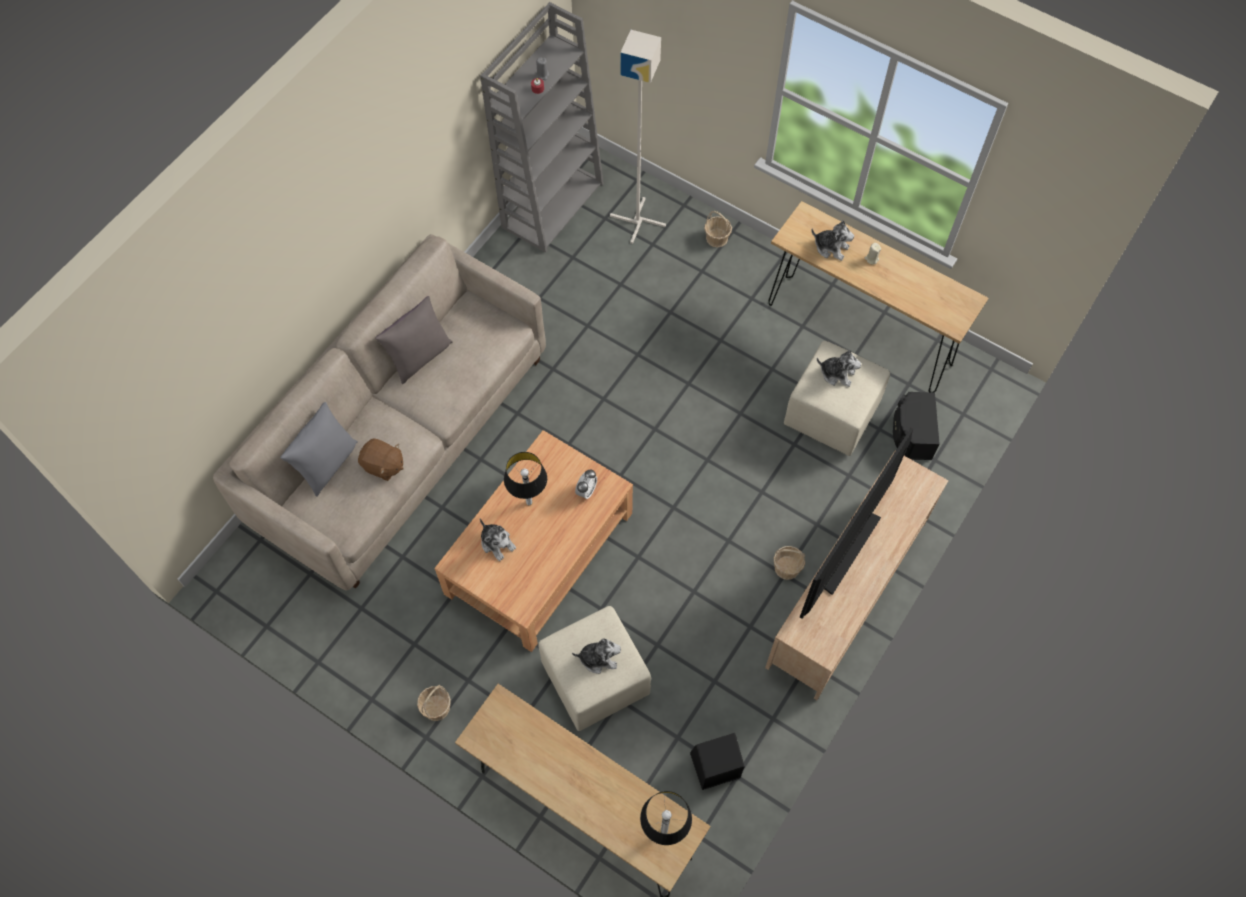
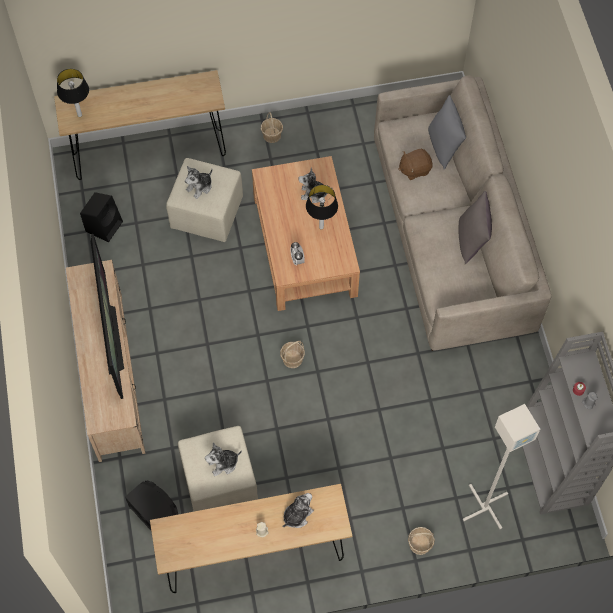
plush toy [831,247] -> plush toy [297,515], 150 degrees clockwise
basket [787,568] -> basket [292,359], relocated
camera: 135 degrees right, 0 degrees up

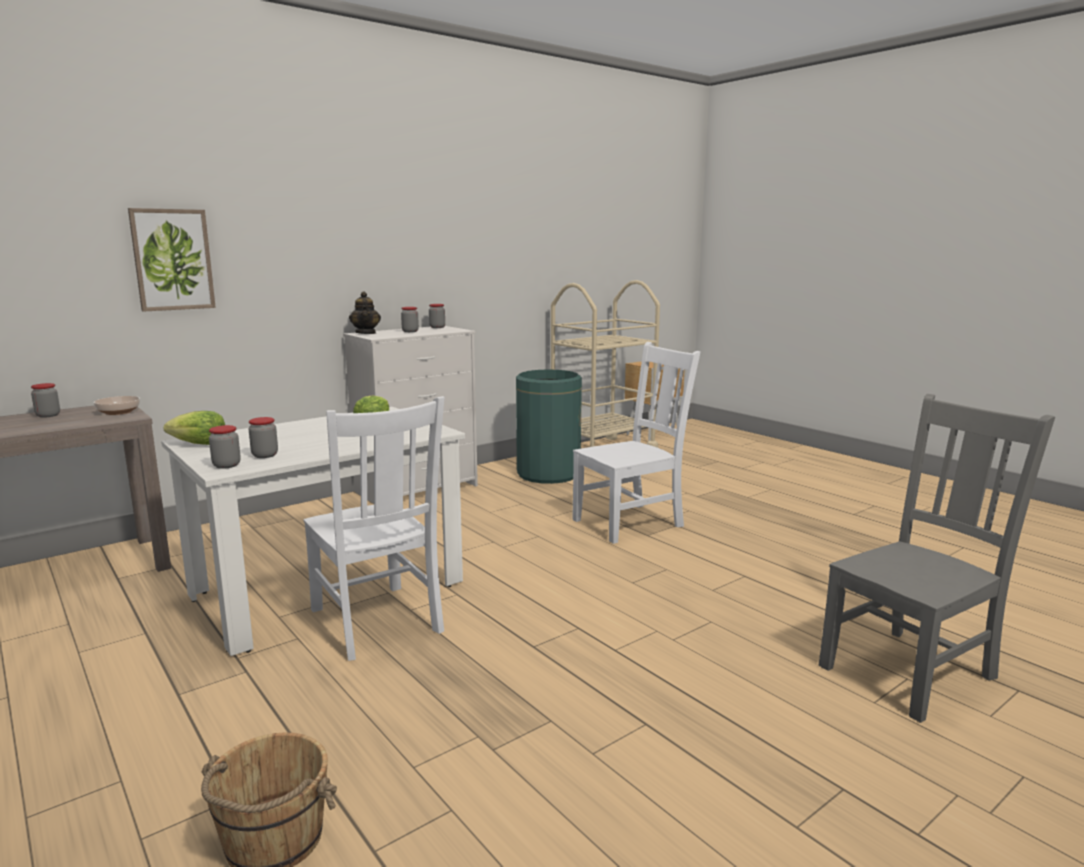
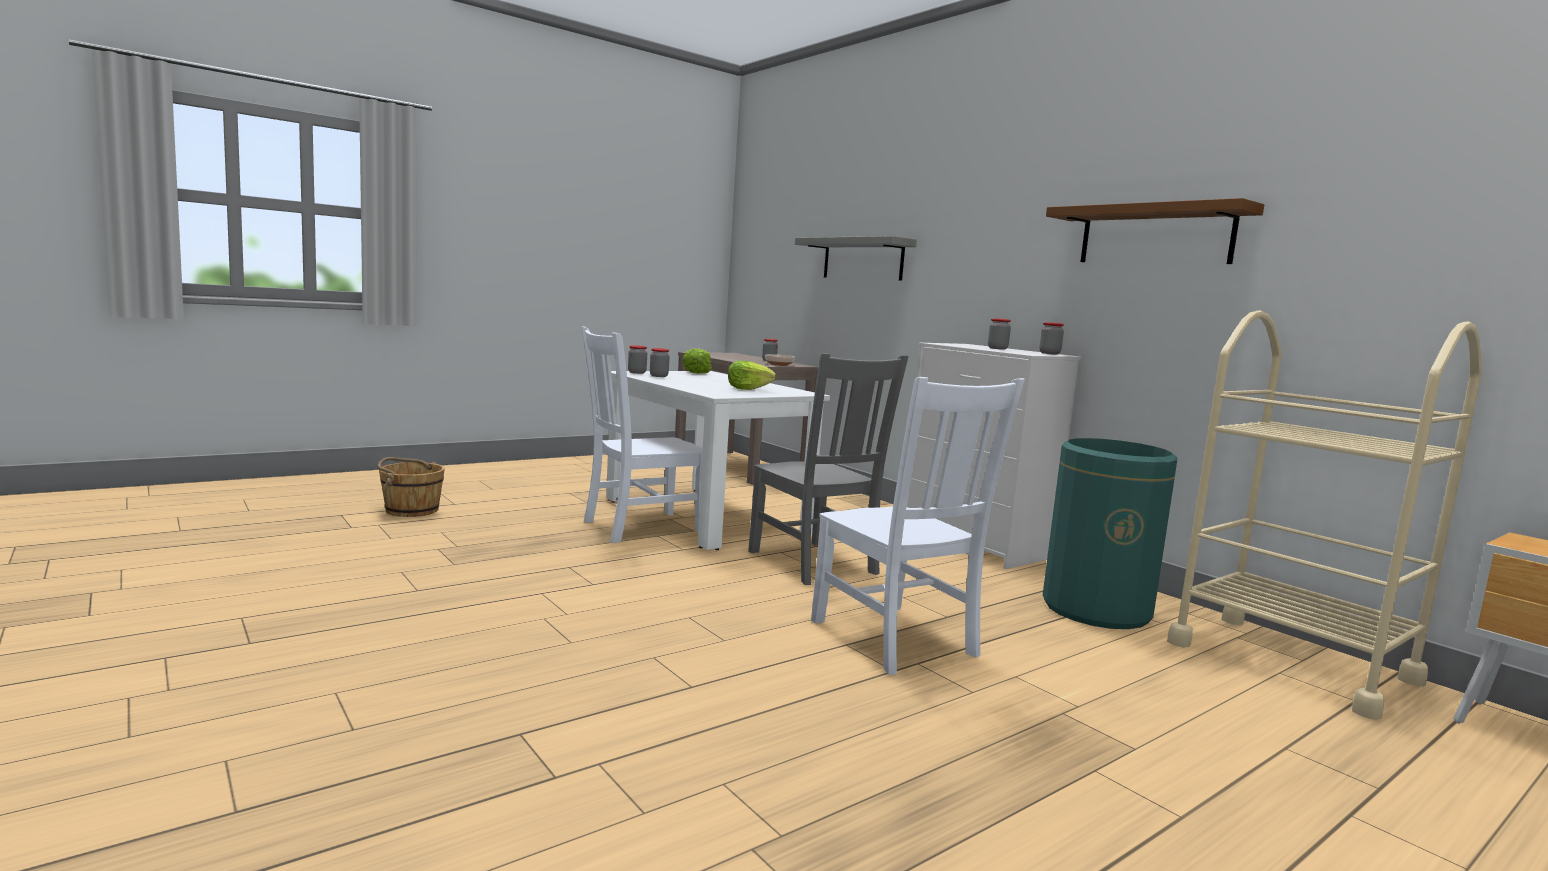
picture [172,260] -> shelf (grey) [862,259]
teapot [366,333] -> none
chair (grey) [911,670] -> chair (grey) [814,564], relocated
none -> shelf (brown) [1155,235]
camera: 90 degrees right, 5 degrees down

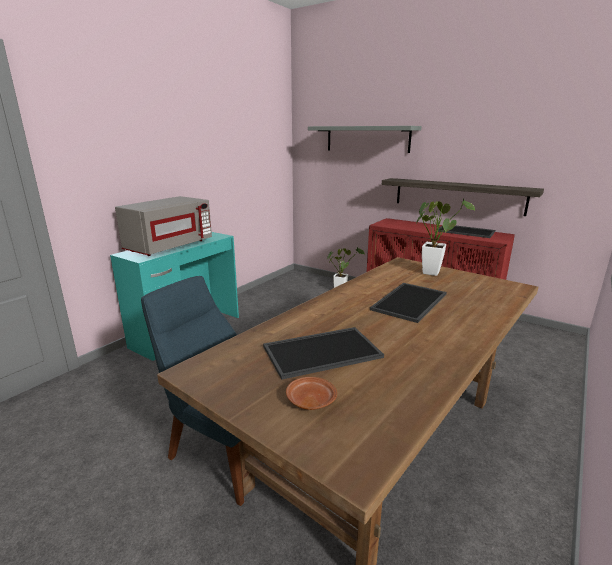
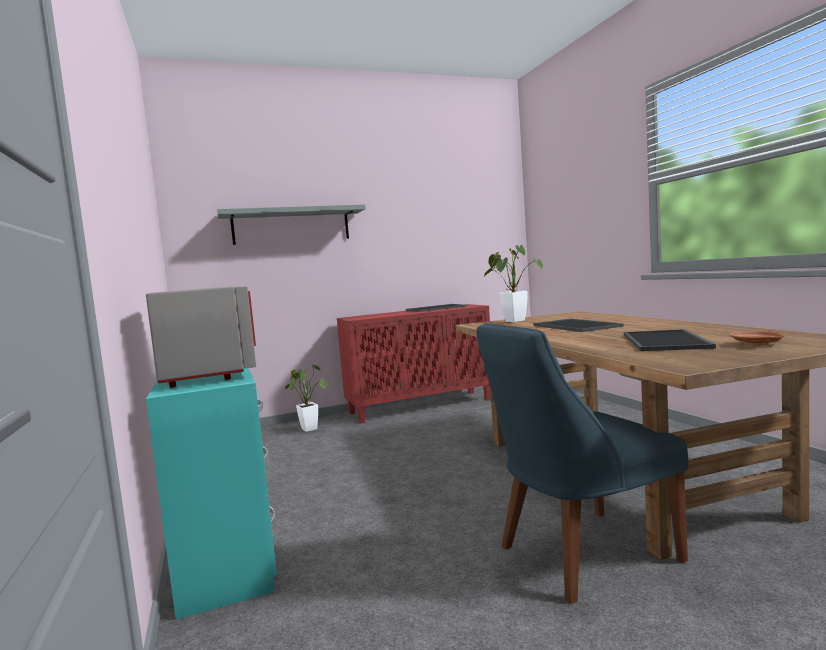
shelf [458,196] -> none
camera: 55 degrees left, 15 degrees down

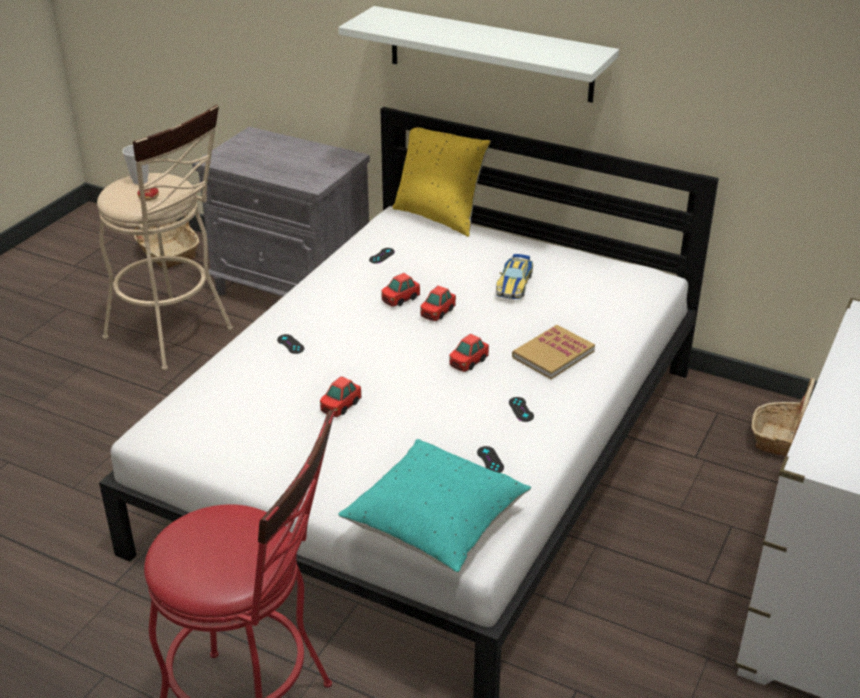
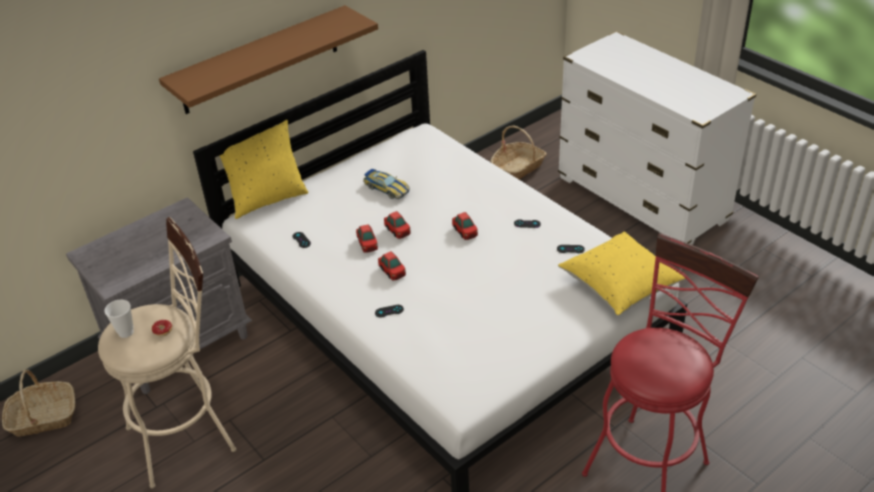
shelf (white) [490,54] -> shelf (brown) [260,60]
book [553,354] -> none
toy car [340,406] -> toy car [392,272], relocated
pillow (turquoise) [436,524] -> pillow (yellow) [619,286]
camera: 65 degrees left, 5 degrees up

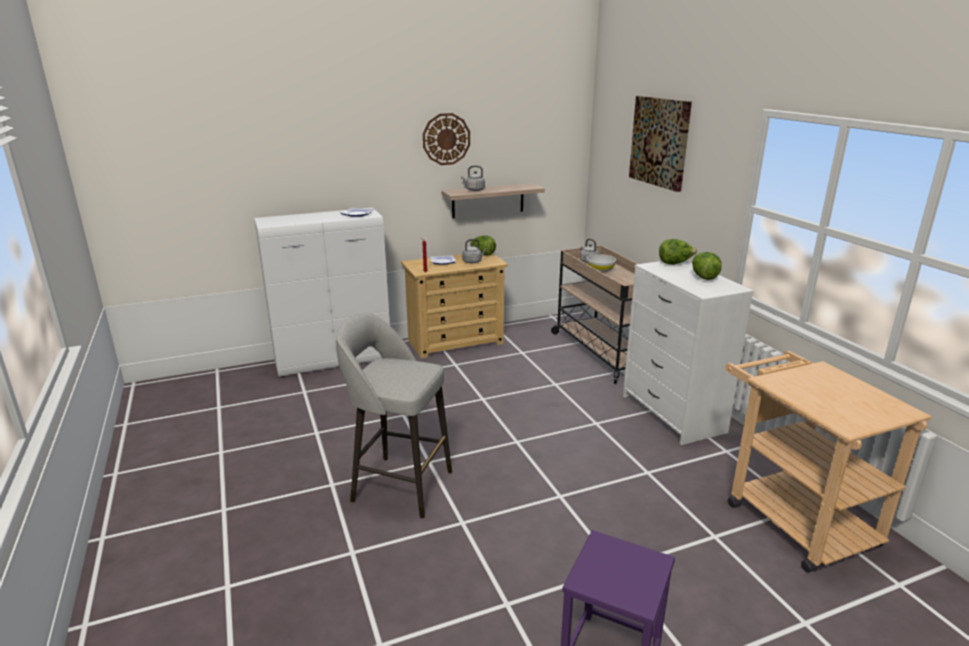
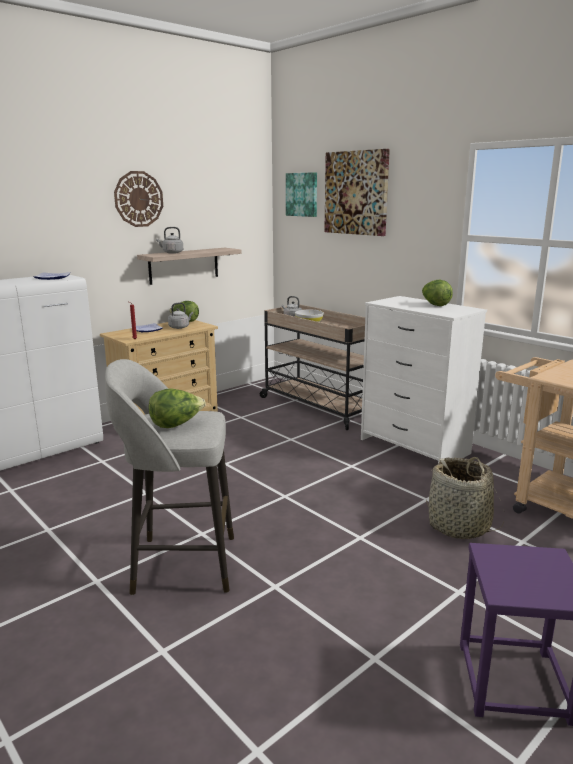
lettuce [675,263] -> lettuce [176,424], relocated
none -> picture [302,194]
none -> basket [459,526]
camera: 20 degrees left, 5 degrees down

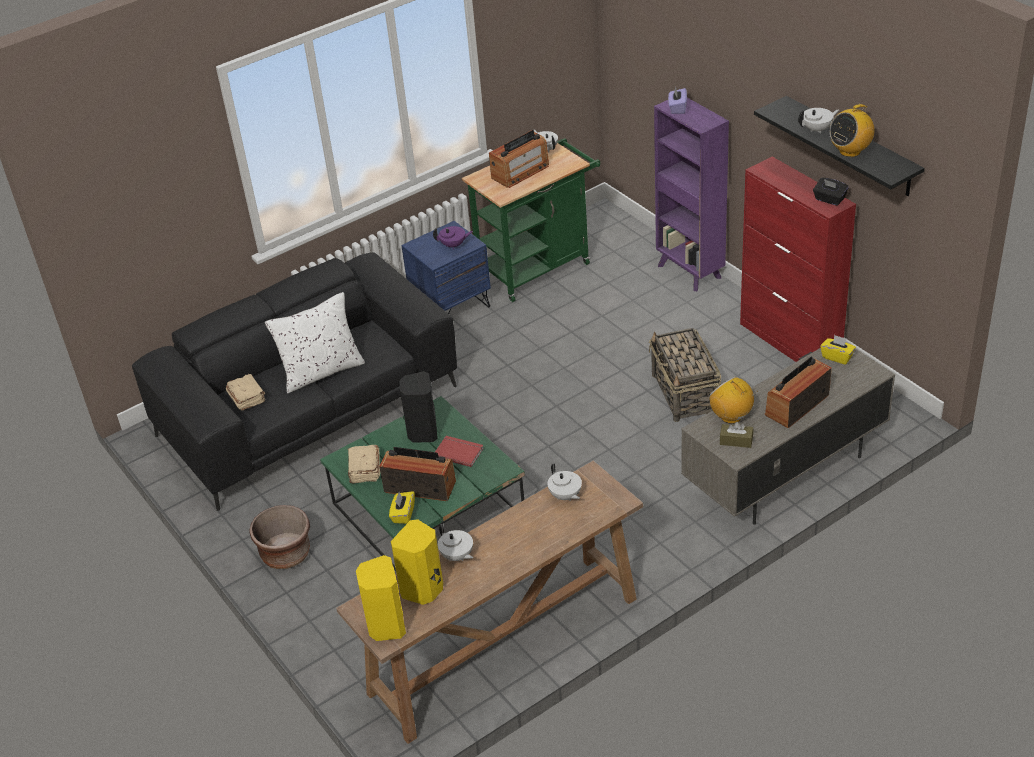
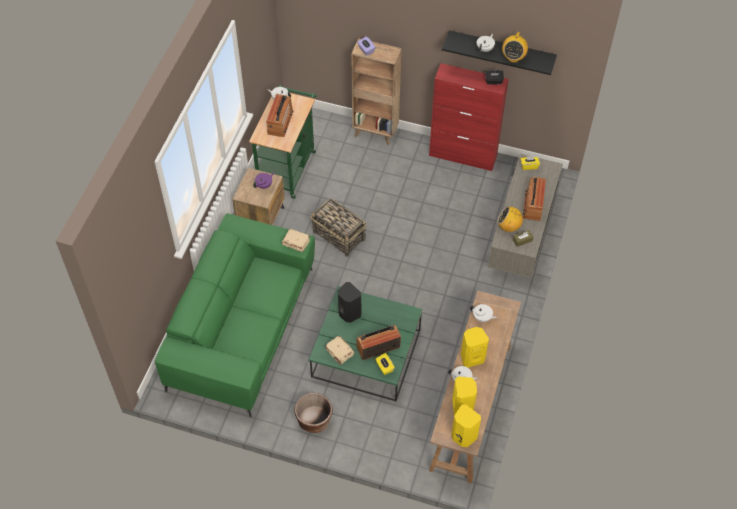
bookcase (purple) [690,272] -> bookcase (brown) [375,133]
nightstand (blue) [451,306] -> nightstand (brown) [261,218]
sofa (black) [308,411] -> sofa (green) [242,328]
pillow (white) [321,371] -> none
basket [685,394] -> basket [339,236], relocated
book (beige) [247,397] -> book (beige) [296,243], relocated
book (red) [459,452] -> none
none -> speaker (yellow) [472,357]
camera: 40 degrees left, 15 degrees up

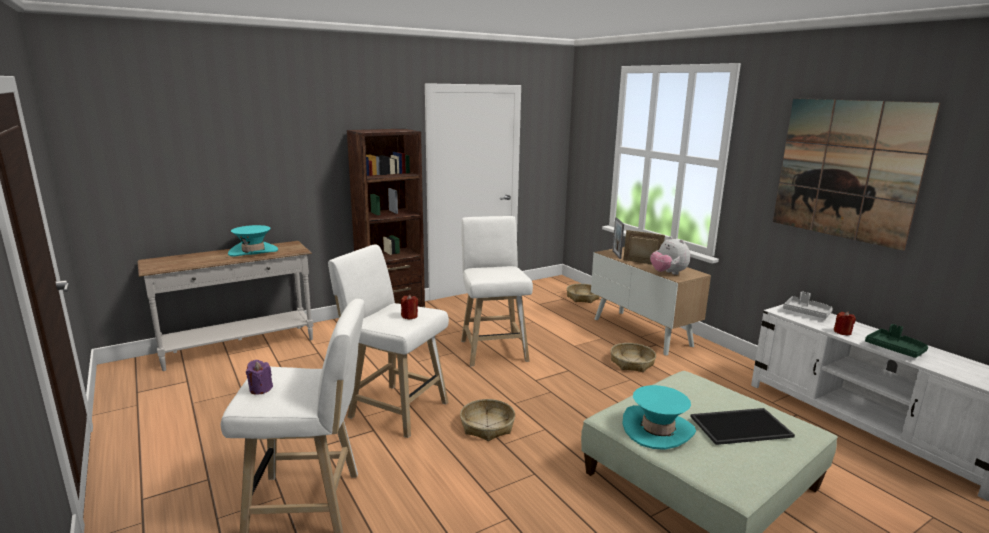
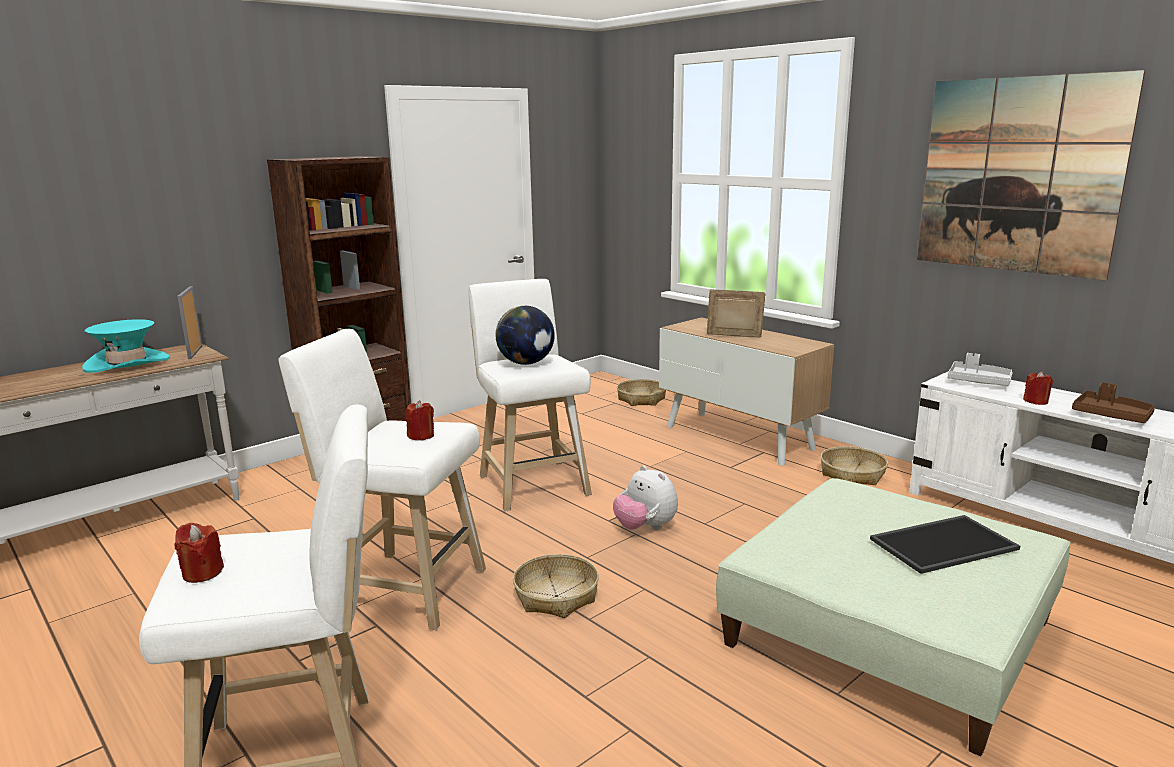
picture frame [616,254] -> picture frame [195,352], relocated
plush toy [668,273] -> plush toy [645,528], relocated
tray (green) [895,349] -> tray (brown) [1111,416]
basket [632,363] -> basket [852,475], relocated
candle (purple) [260,389] -> candle (red) [202,573]
hat (turquoise) [658,429] -> none
none -> globe [526,363]
camera: 10 degrees left, 0 degrees up

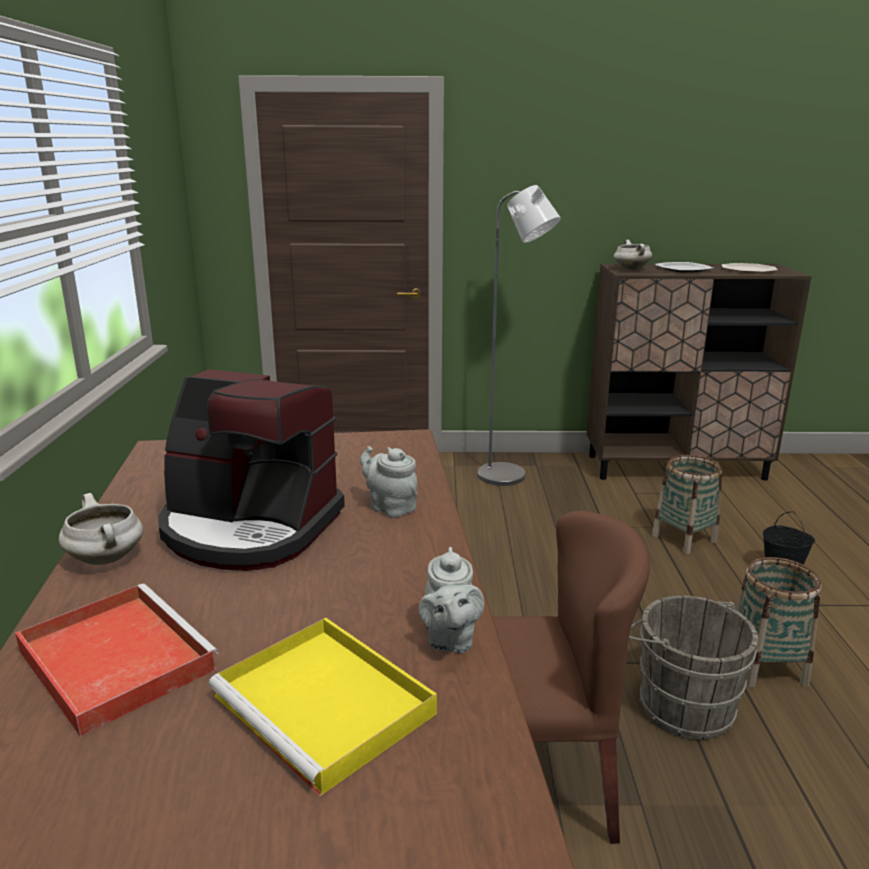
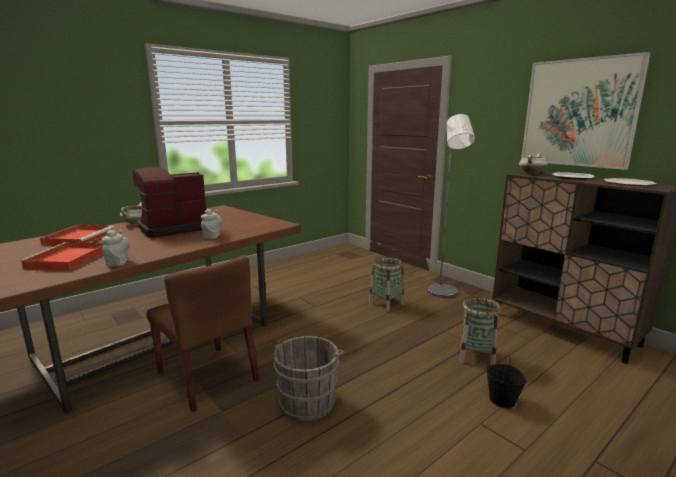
coffee machine [249,528] -> coffee machine [172,228], 75 degrees clockwise
teapot (grey) [449,639] -> teapot (grey) [118,262], 120 degrees clockwise
basket [765,666] -> basket [386,303], relocated
tray (yellow) [327,706] -> tray (red) [67,259]
none -> picture [579,113]
camera: 50 degrees right, 5 degrees down

